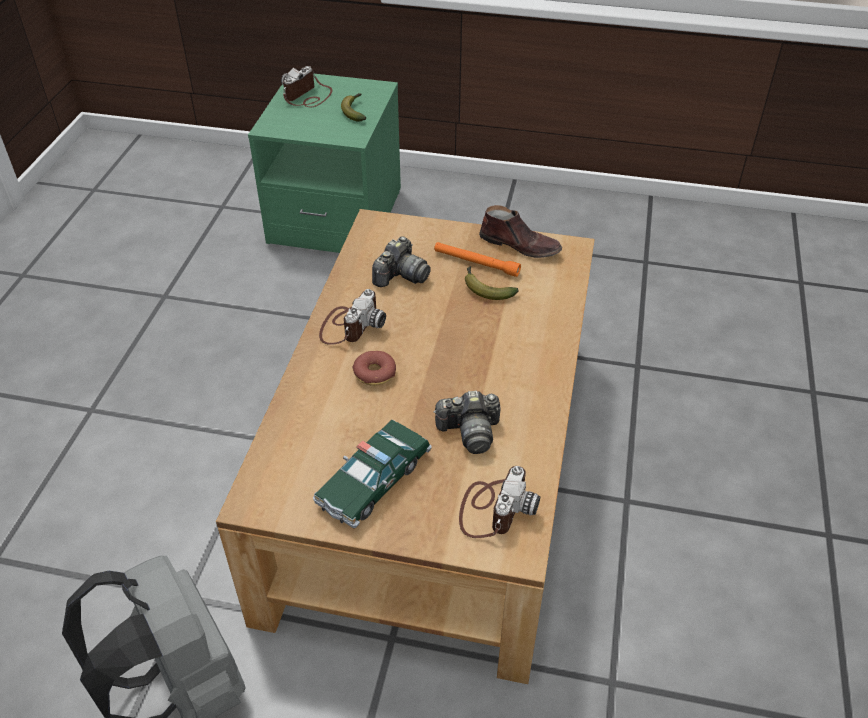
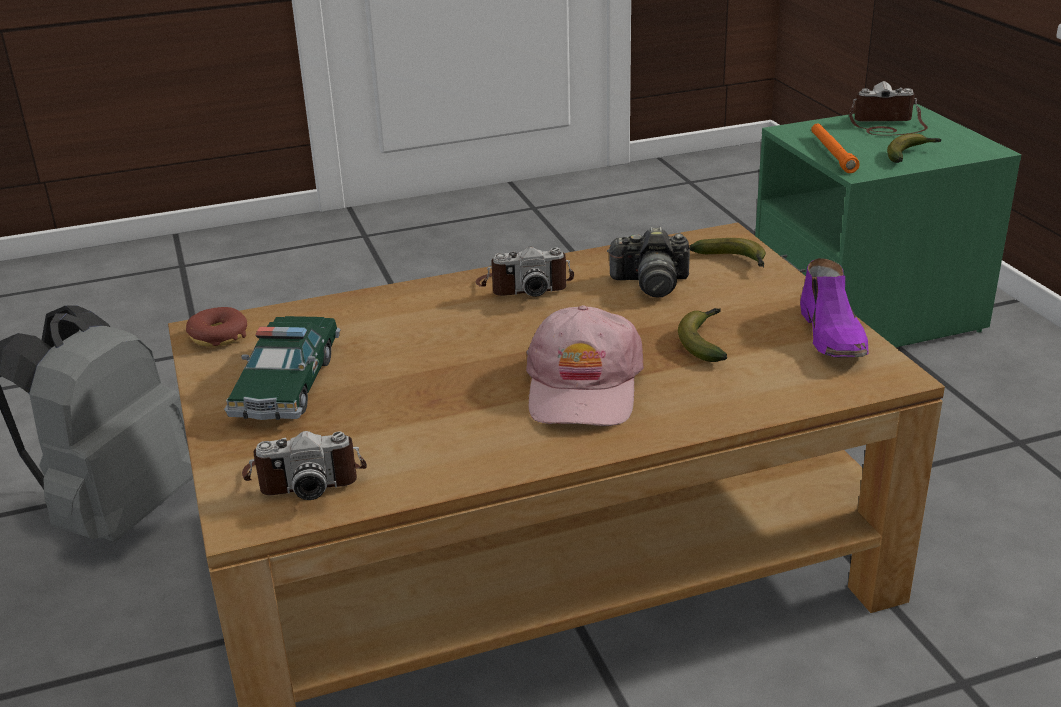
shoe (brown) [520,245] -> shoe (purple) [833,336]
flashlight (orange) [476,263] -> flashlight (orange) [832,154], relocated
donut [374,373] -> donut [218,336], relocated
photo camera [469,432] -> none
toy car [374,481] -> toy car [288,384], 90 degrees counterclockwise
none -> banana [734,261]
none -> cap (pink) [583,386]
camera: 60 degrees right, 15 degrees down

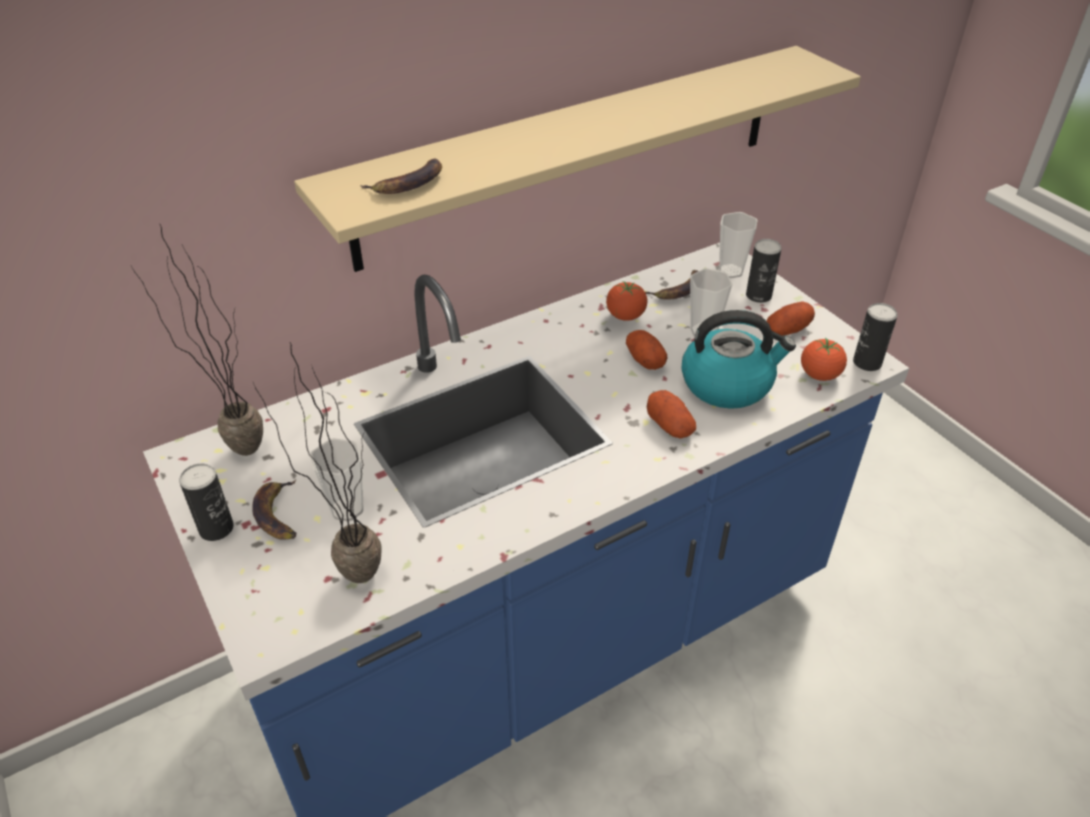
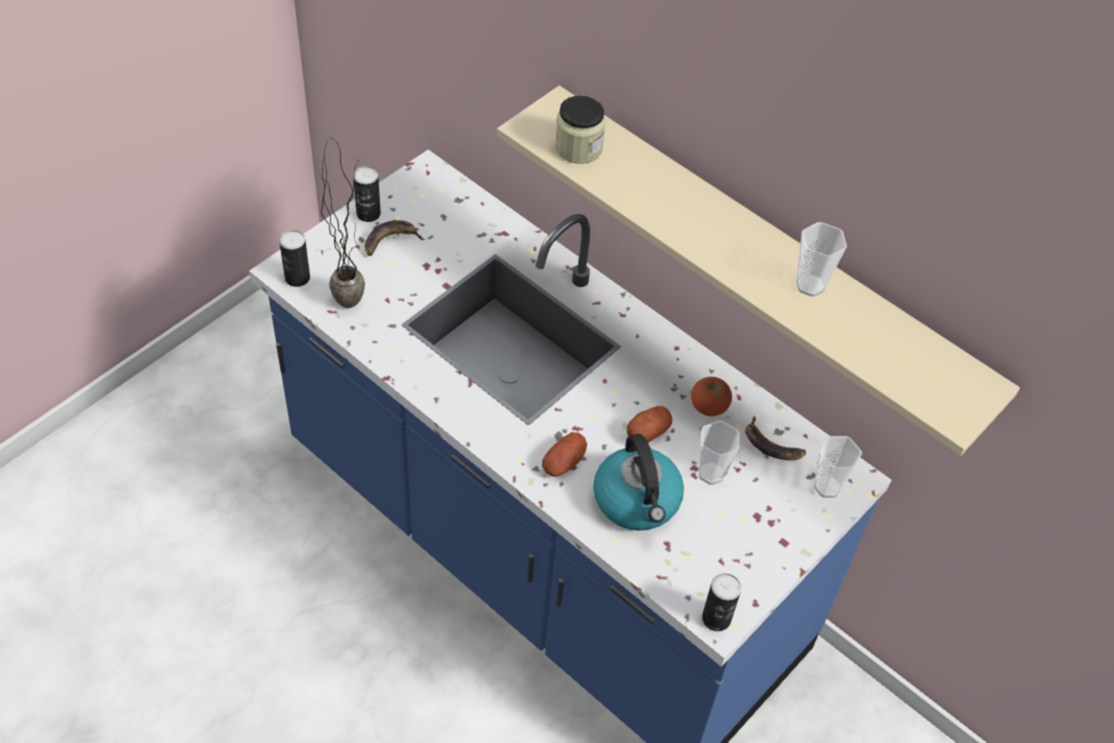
banana [408,183] -> jar [578,148]
potted plant [235,447] -> none
can [758,295] -> can [297,278], relocated
potato [787,330] -> none
tomato [819,375] -> none
cup [347,509] -> cup [810,285], relocated
camera: 70 degrees right, 10 degrees up

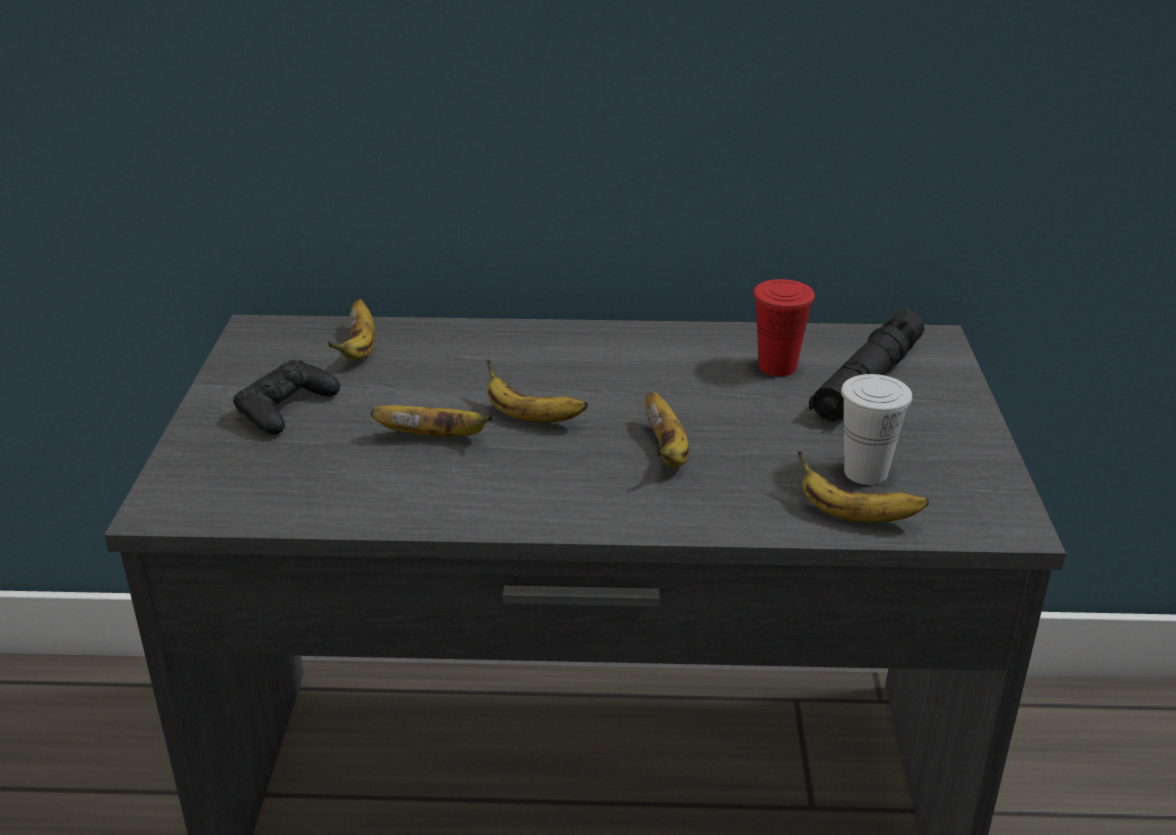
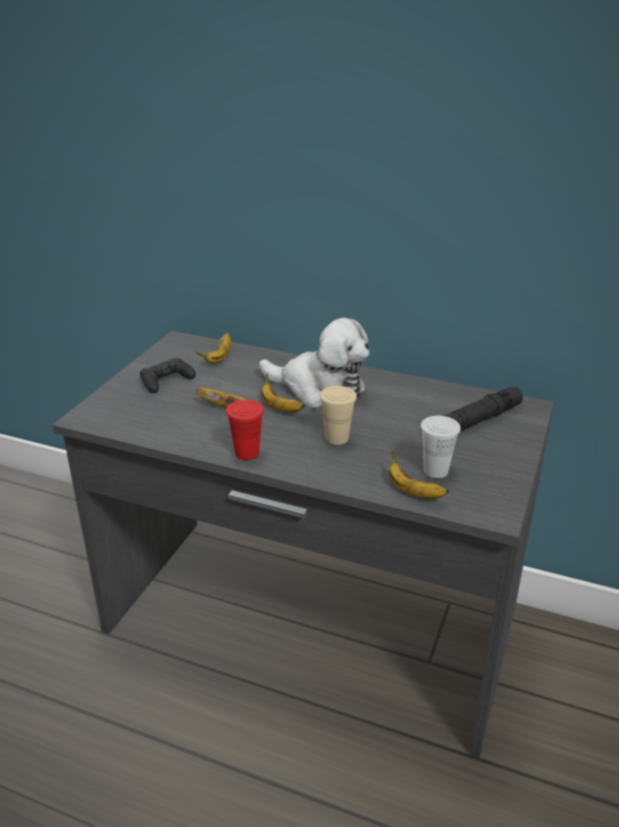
cup (red) [777,367] -> cup (red) [247,453], relocated
banana [667,451] -> cup (beige) [337,438]
none -> plush toy [319,389]
camera: 20 degrees right, 0 degrees up

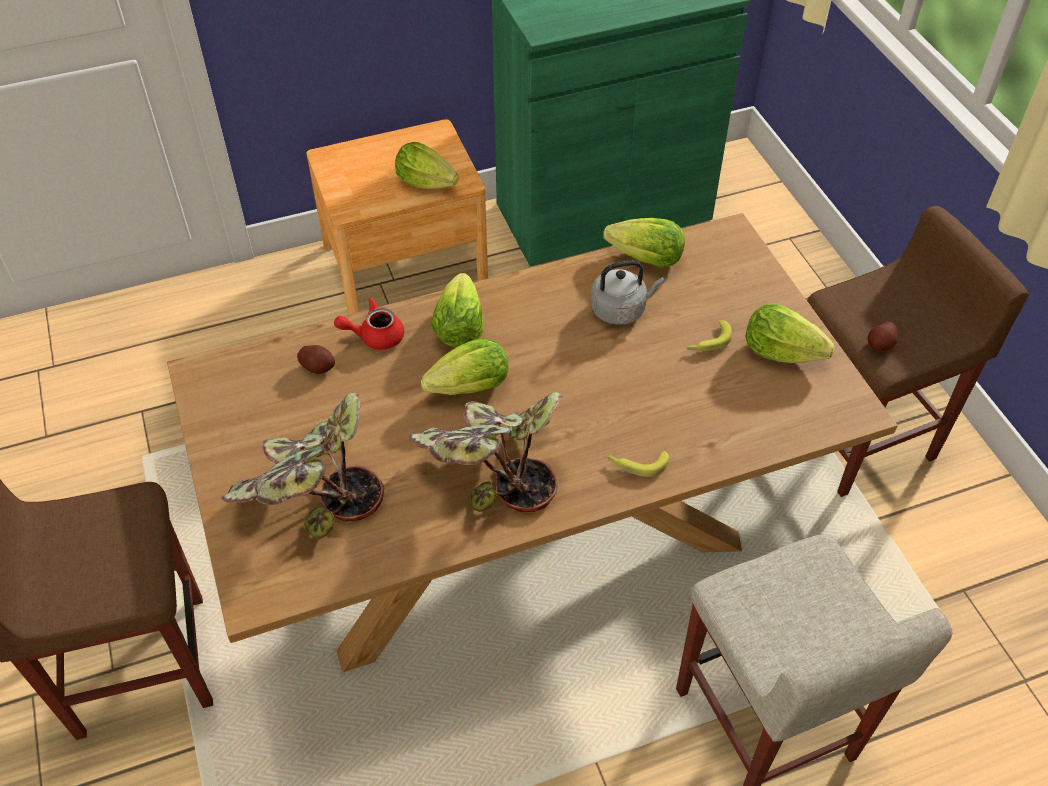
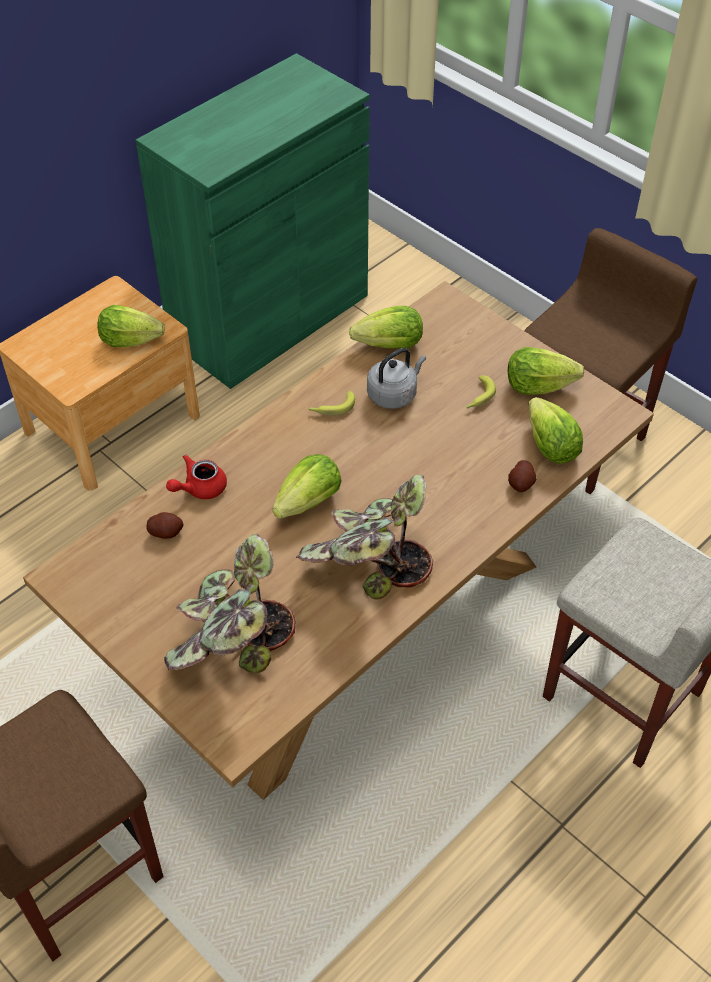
lettuce [459,328] -> lettuce [550,446], relocated
potato [880,344] -> potato [521,483], relocated
banana [637,464] -> banana [332,408], relocated
camera: 25 degrees left, 0 degrees up

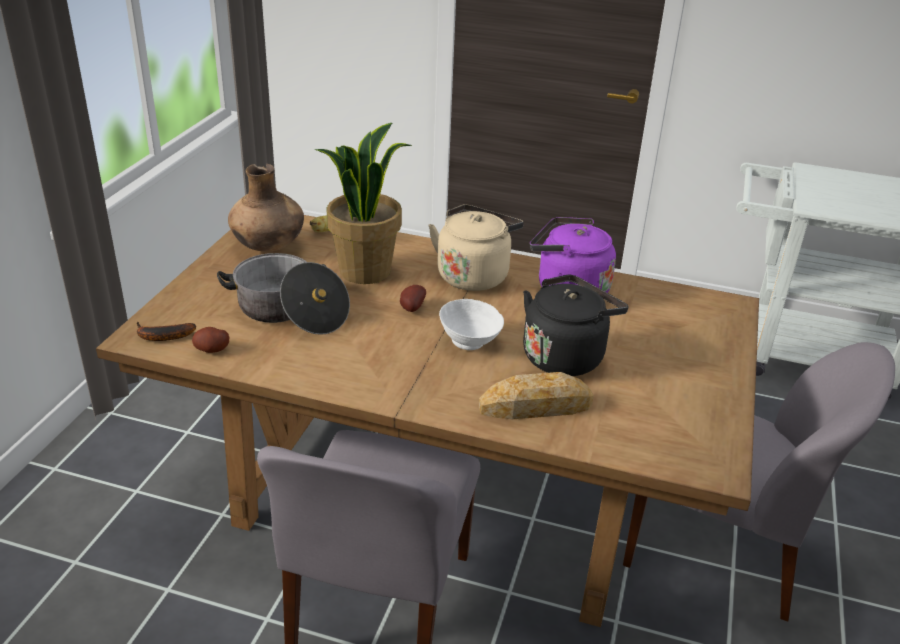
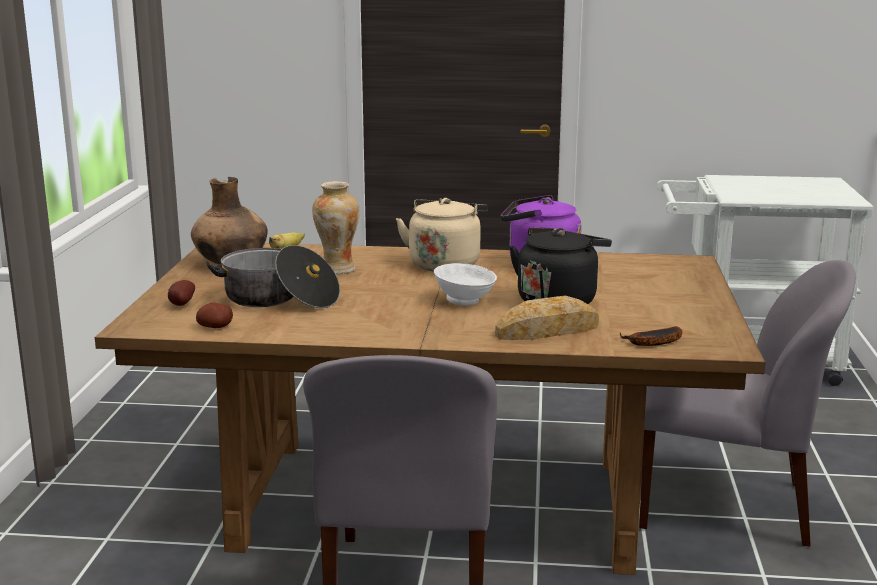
potted plant [364,270] -> vase [337,270]
potato [411,308] -> potato [181,305], relocated
banana [161,336] -> banana [652,343], relocated
camera: 10 degrees left, 15 degrees down

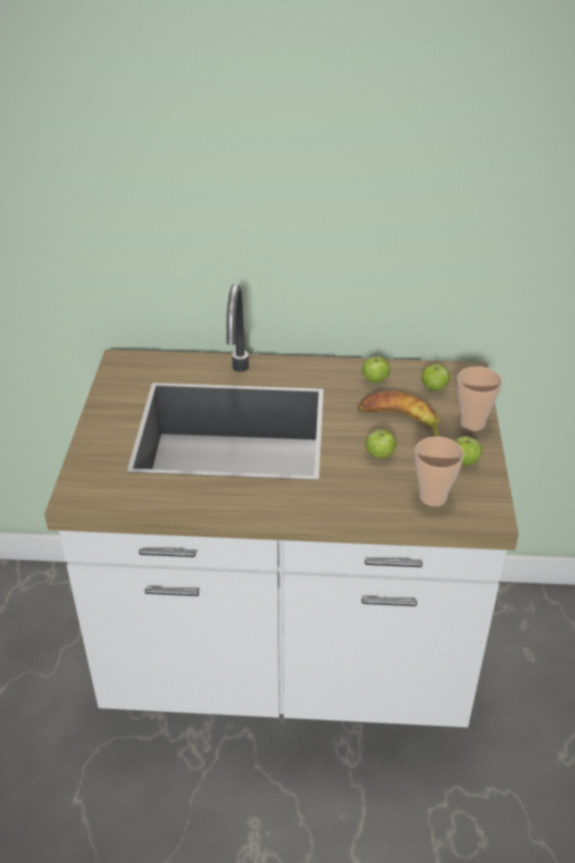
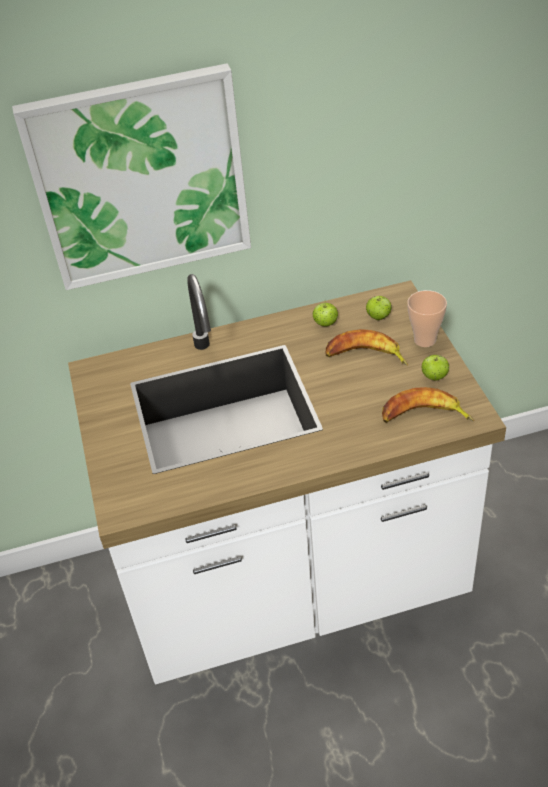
apple [379,455] -> none
cup [433,497] -> banana [424,416]
none -> picture [140,179]
camera: 15 degrees left, 5 degrees up

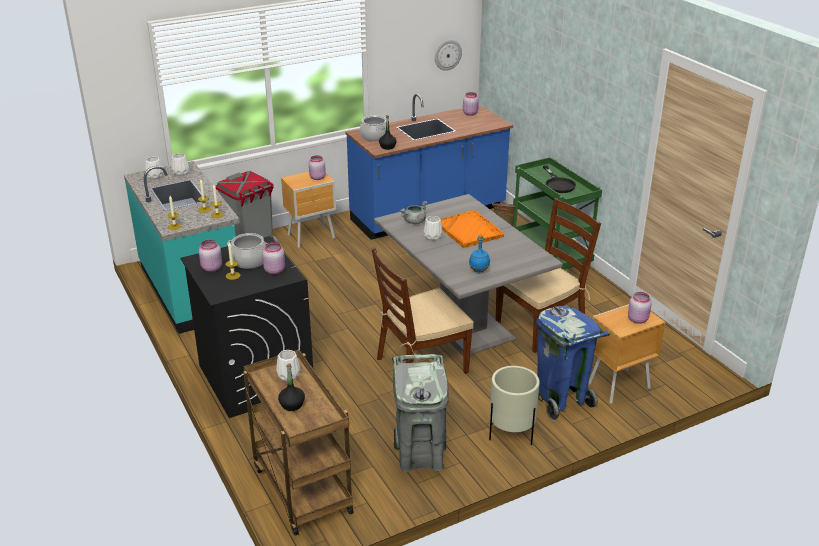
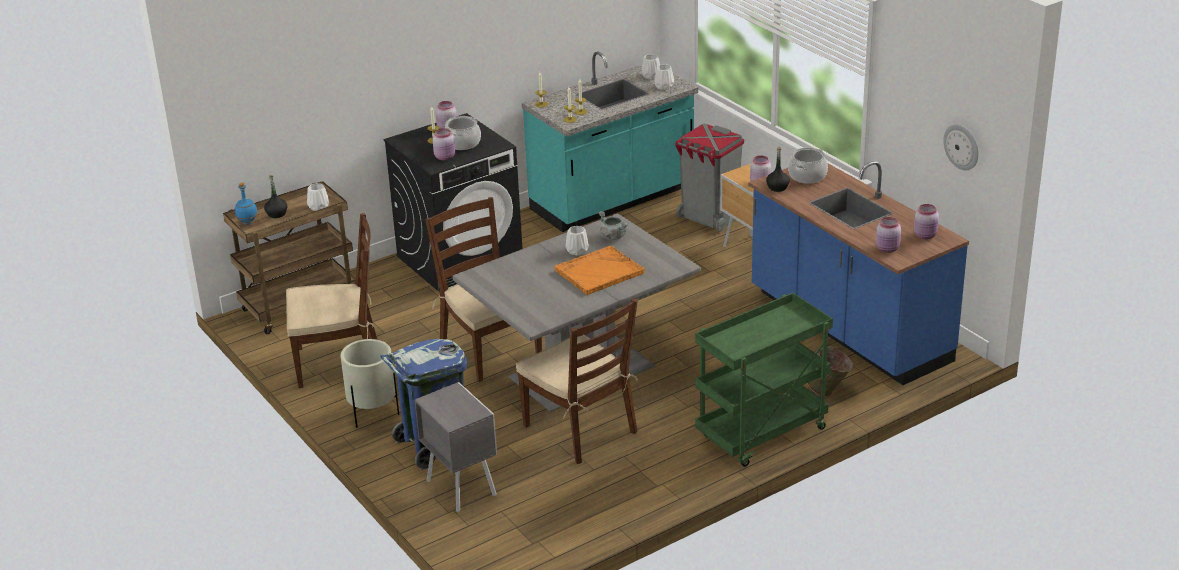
frying pan (black) [558,184] -> none
bottle (blue) [478,271] -> bottle (blue) [248,222], relocated
jar (pink) [638,319] -> jar (pink) [888,249], relocated
nightstand (brown) [617,386] -> nightstand (grey) [461,487]
trash can (grey) [420,457] -> chair (brown) [339,363]
camera: 85 degrees right, 0 degrees up

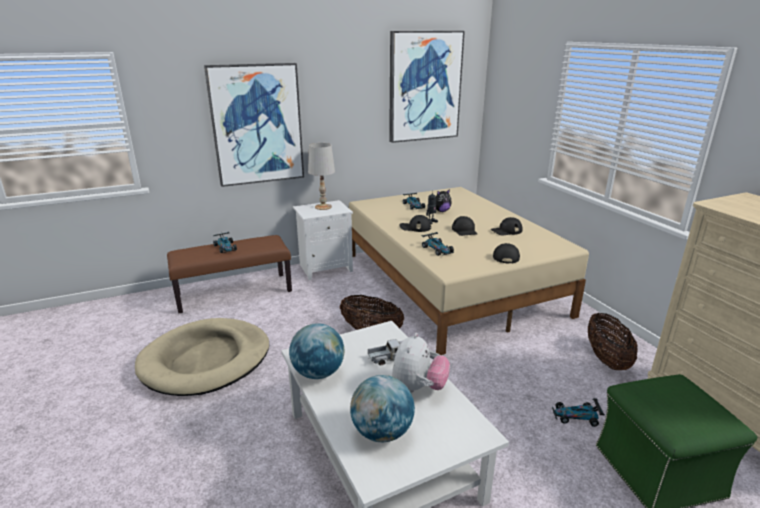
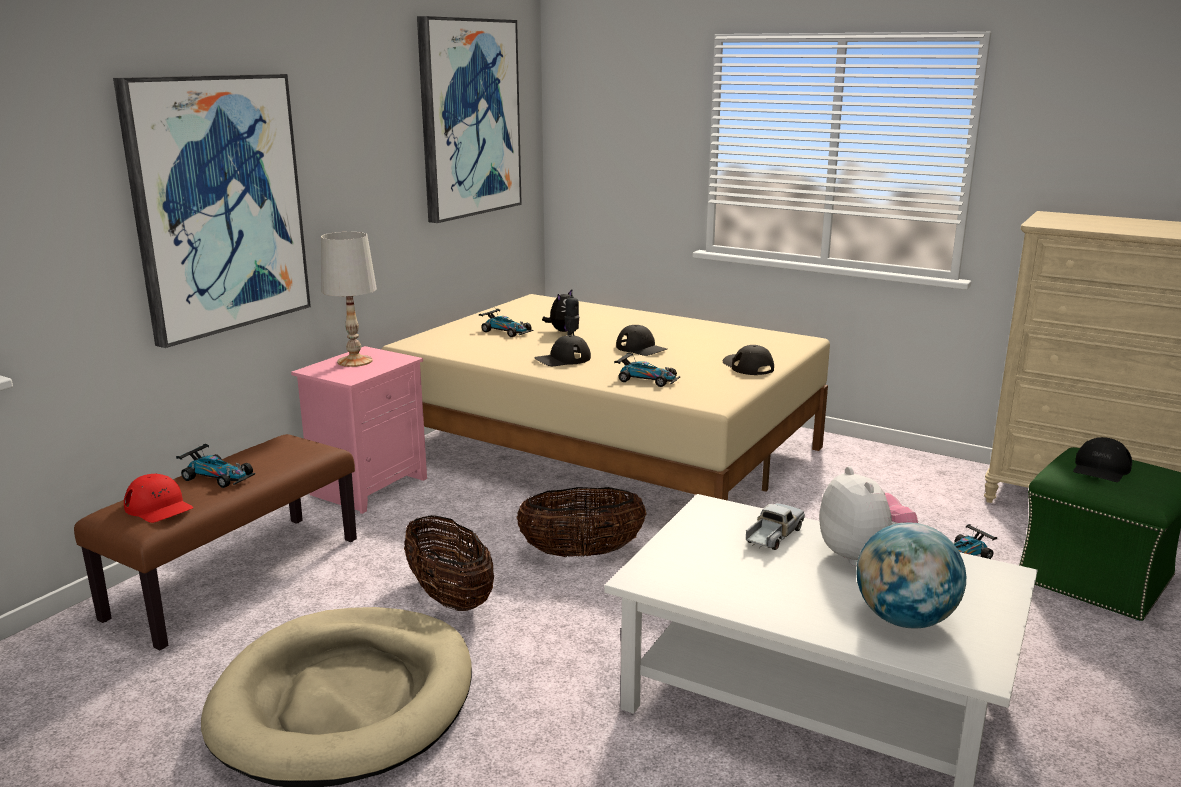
nightstand (white) [326,268] -> nightstand (pink) [368,486]
cap (black) [506,231] -> cap (black) [1100,469], relocated
basket [606,359] -> basket [450,597], relocated
globe [318,373] -> none
none -> cap (red) [159,507]
camera: 35 degrees left, 5 degrees down

